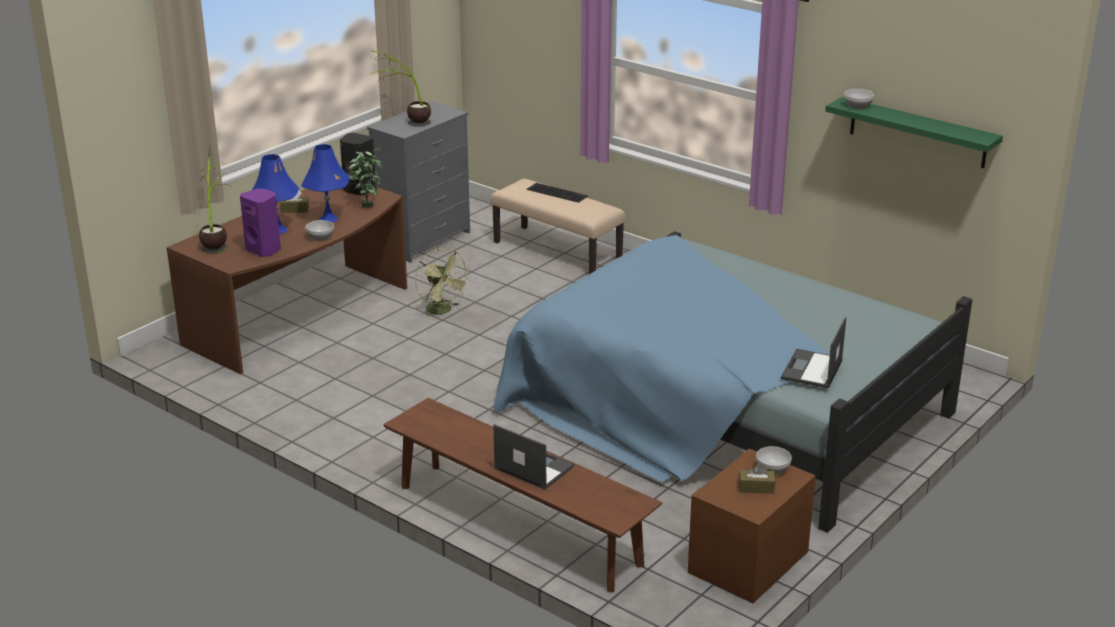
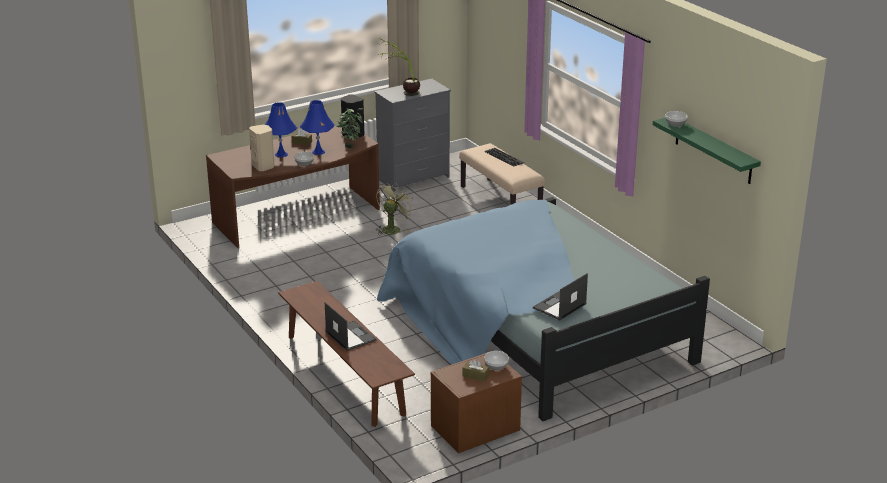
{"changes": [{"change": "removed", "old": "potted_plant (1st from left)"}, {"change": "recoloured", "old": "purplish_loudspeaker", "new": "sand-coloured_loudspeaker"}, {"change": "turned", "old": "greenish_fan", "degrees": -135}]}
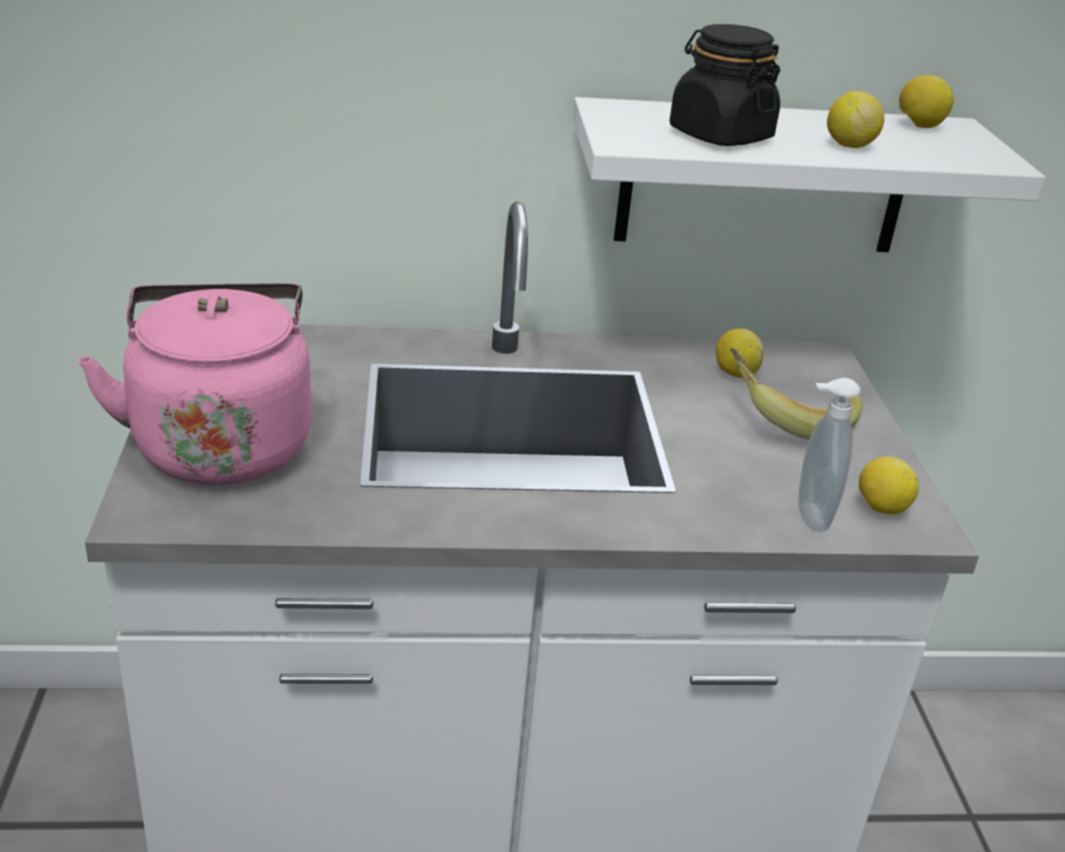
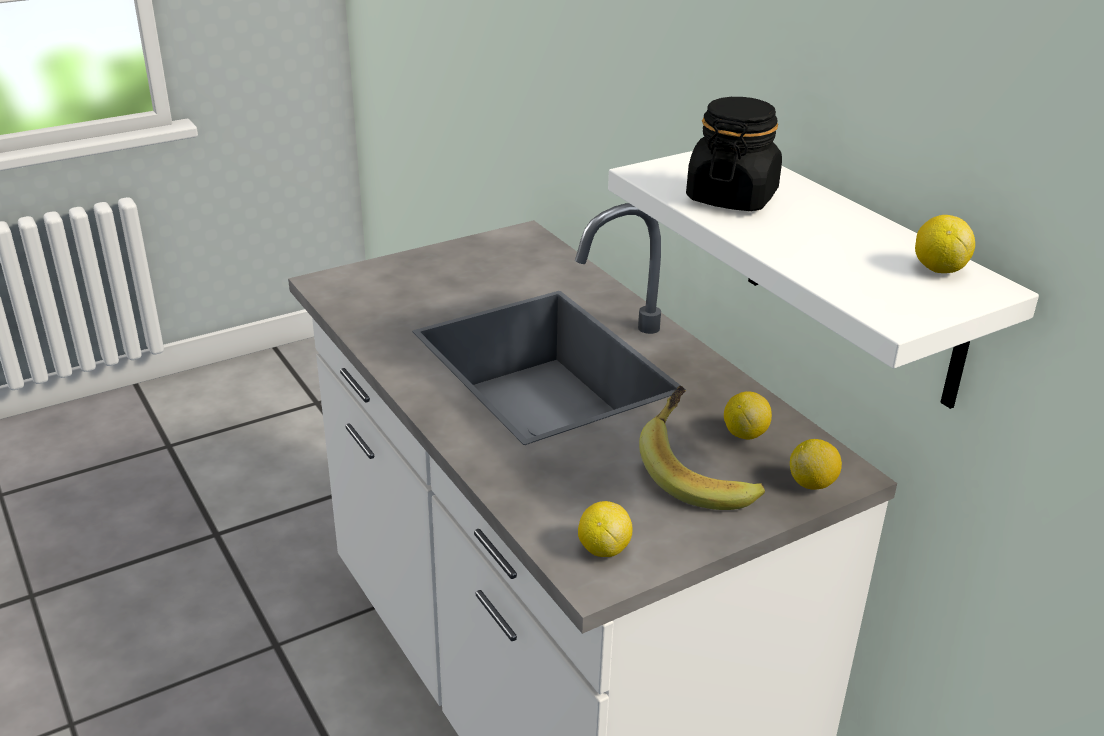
{"changes": [{"change": "removed", "old": "pinkish_tea_kettle"}, {"change": "removed", "old": "soap_dispenser"}, {"change": "moved", "old": "lemon (2nd from left in the first image)", "new": "lemon (3rd from left)"}]}
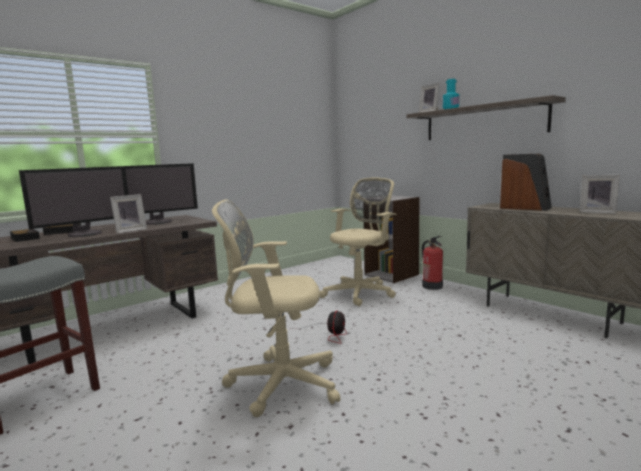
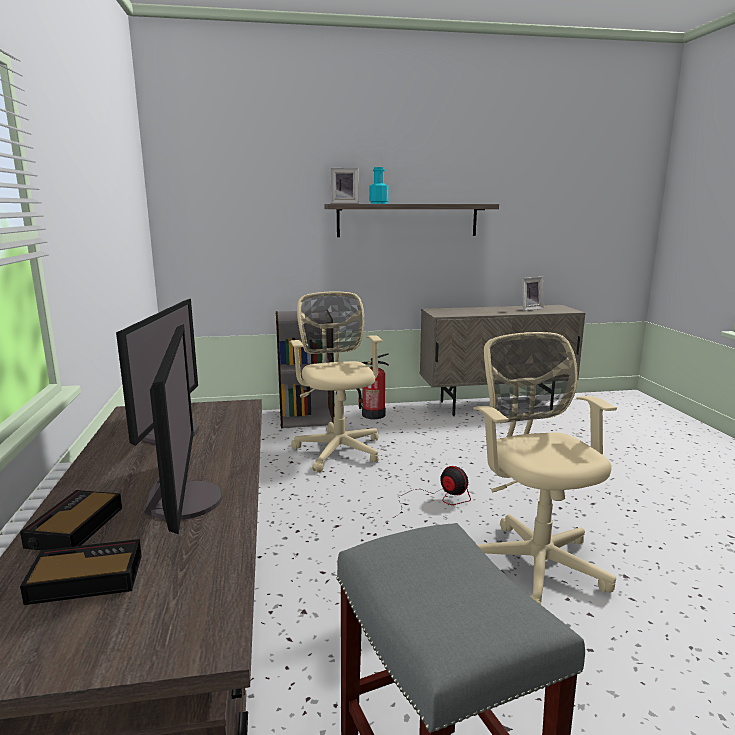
{"changes": [{"change": "removed", "old": "picture_frame (1st from left)"}, {"change": "removed", "old": "loudspeaker"}, {"change": "turned", "old": "sand-coloured_computer_chair (1st from left in the first image)", "degrees": 135}]}
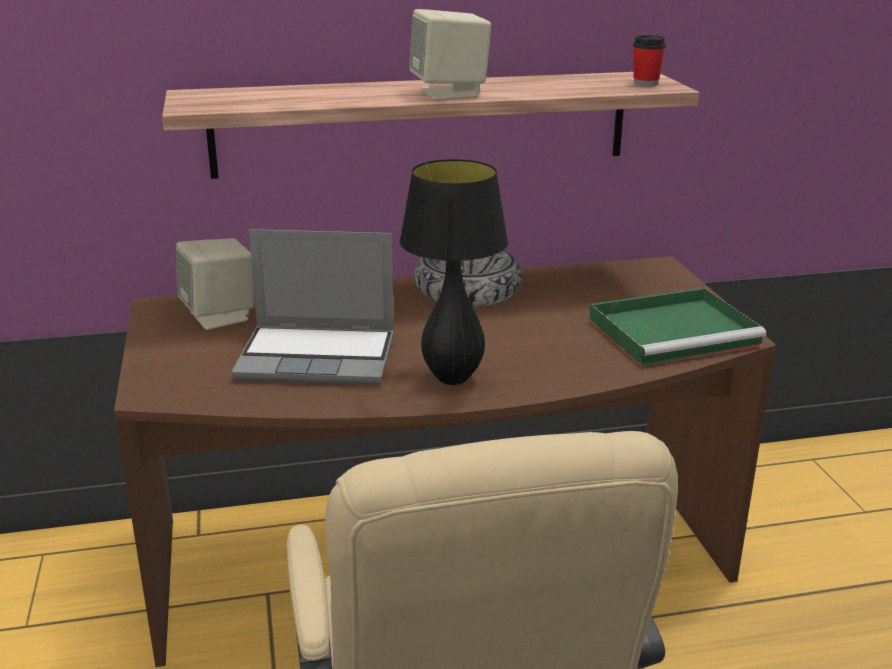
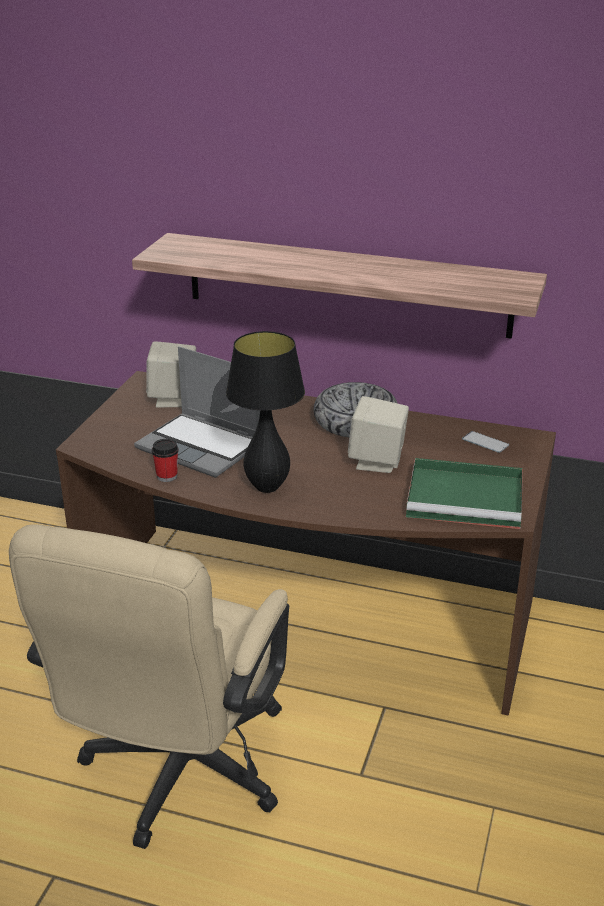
{"changes": [{"change": "added", "new": "telephone"}, {"change": "moved", "old": "sand-coloured_loudspeaker (2nd from left)"}, {"change": "moved", "old": "small_cup"}]}
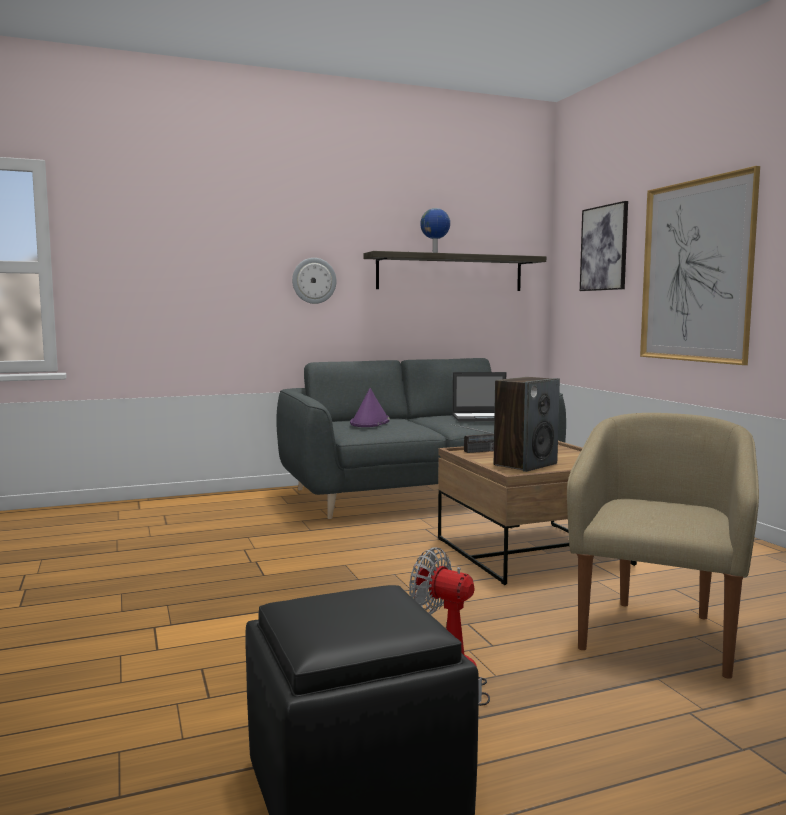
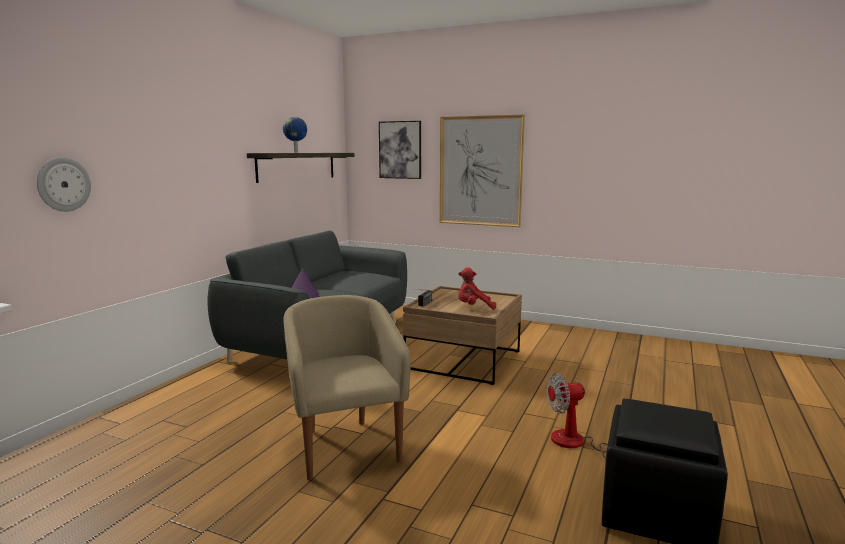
{"changes": [{"change": "removed", "old": "laptop"}, {"change": "moved", "old": "wall_clock"}, {"change": "moved", "old": "sand-coloured_armchair"}, {"change": "replaced", "old": "loudspeaker", "new": "red_plush_toy"}]}
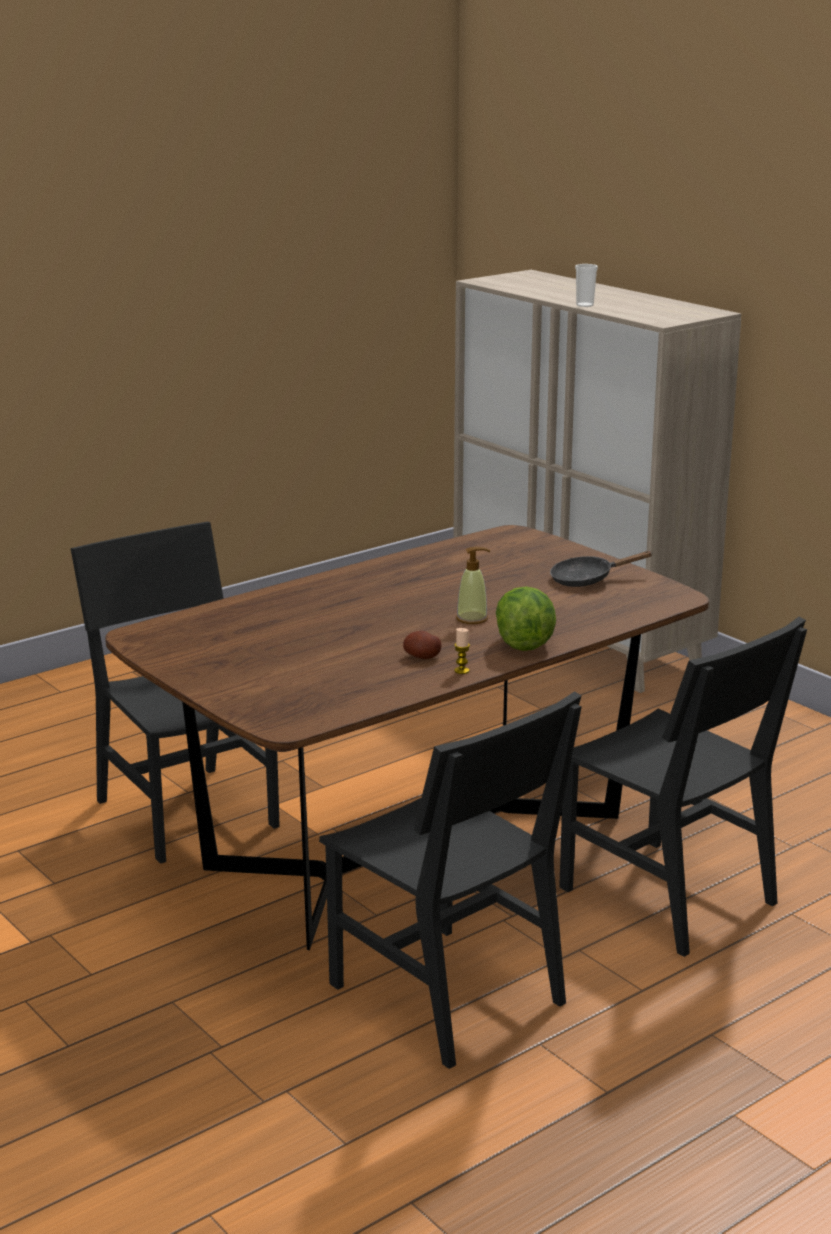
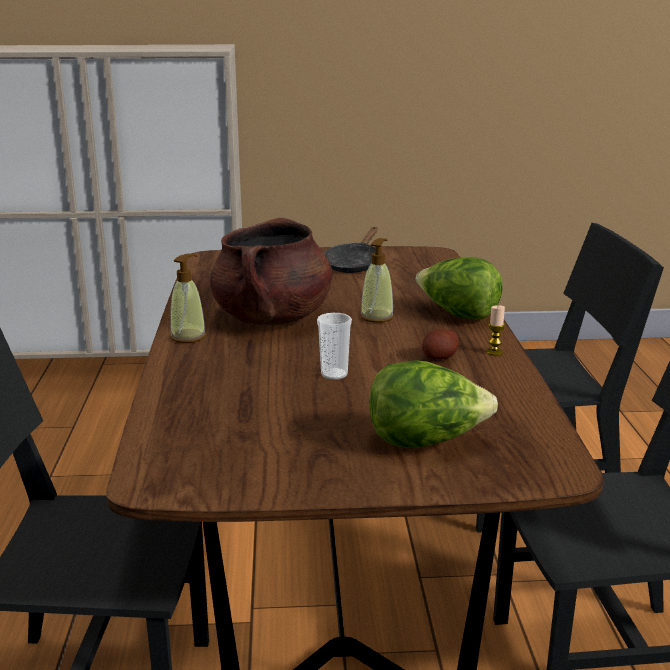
{"changes": [{"change": "added", "new": "soap_dispenser (1st from left)"}, {"change": "added", "new": "brown_stockpot"}, {"change": "added", "new": "head_of_lettuce (1st from left)"}, {"change": "moved", "old": "small_cup"}]}
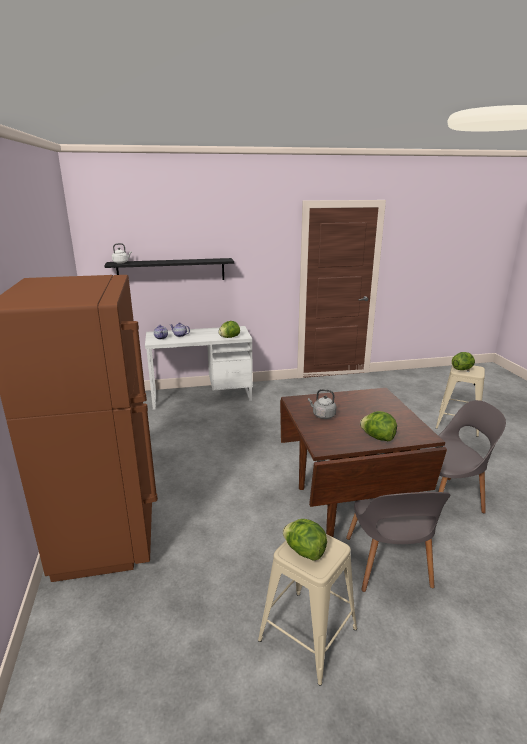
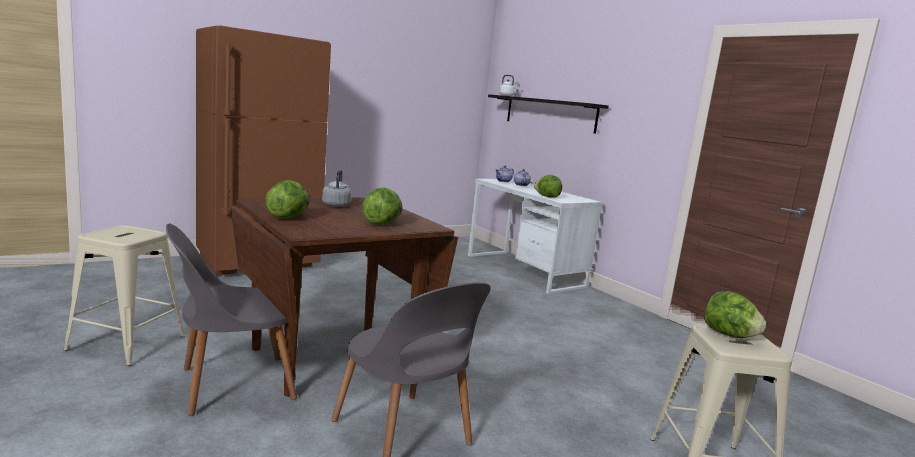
{"changes": [{"change": "moved", "old": "head_of_lettuce (2nd from left)"}]}
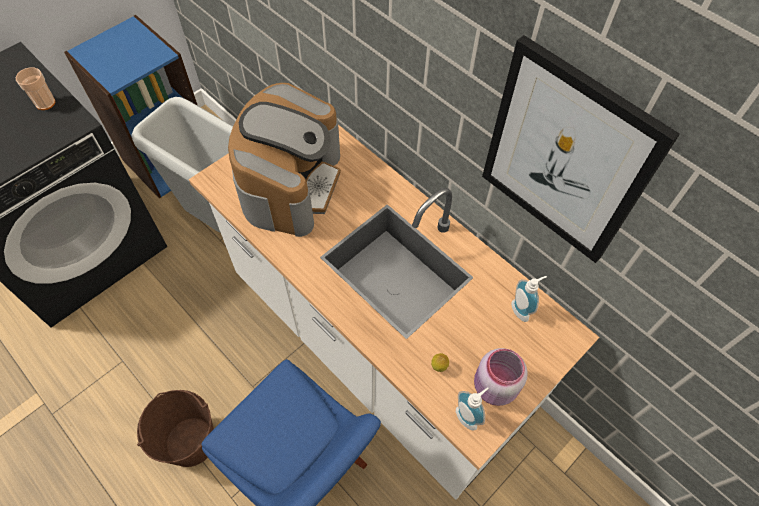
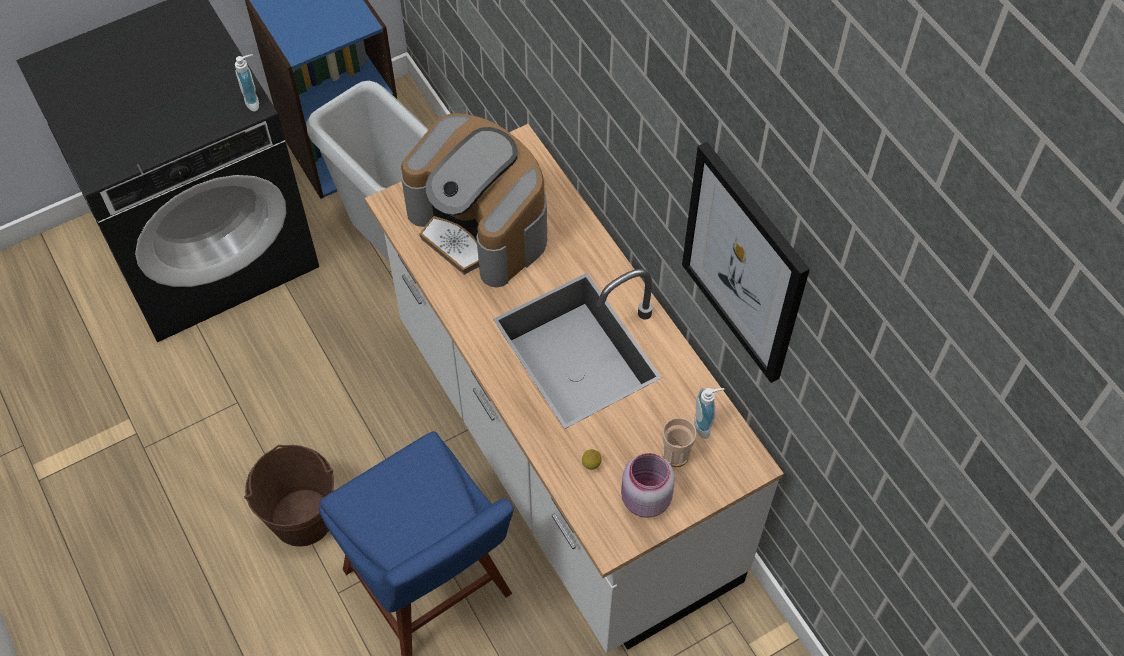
{"changes": [{"change": "moved", "old": "small_cup"}, {"change": "moved", "old": "soap_dispenser (1st from left)"}, {"change": "turned", "old": "coffee_maker", "degrees": 105}]}
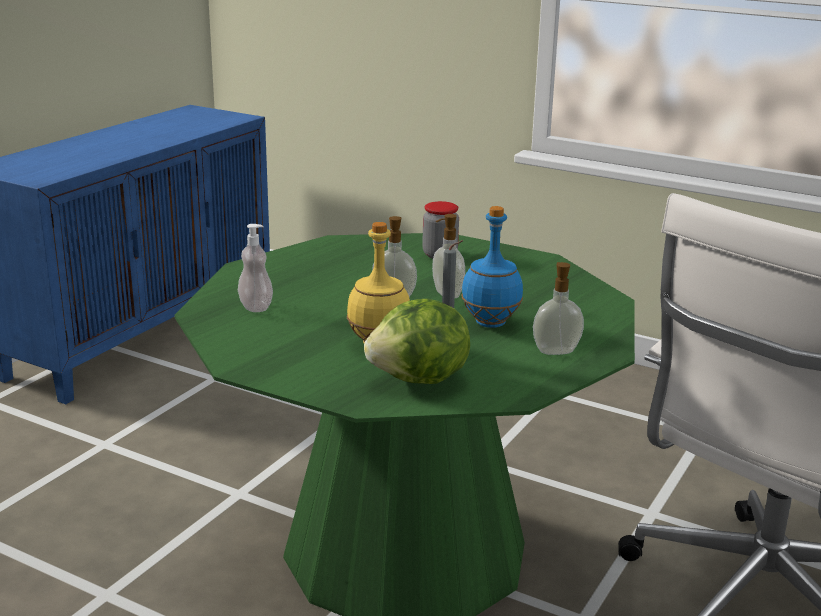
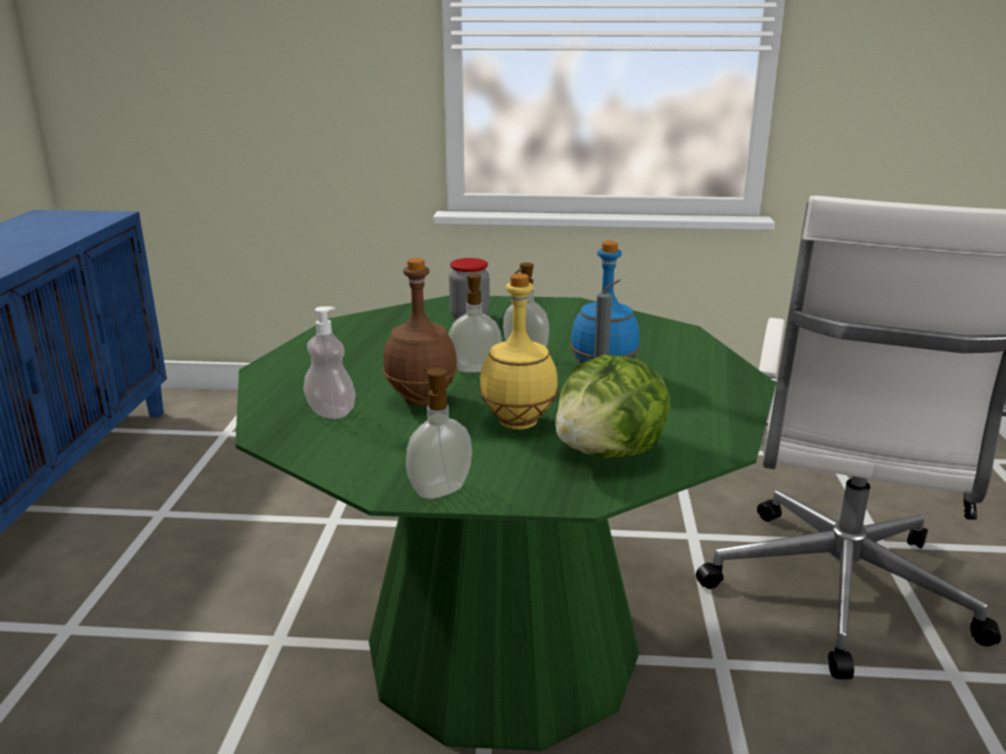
{"changes": [{"change": "added", "new": "brown_bottle"}, {"change": "moved", "old": "soap_dispenser (4th from left in the first image)", "new": "soap_dispenser (2nd from left)"}]}
